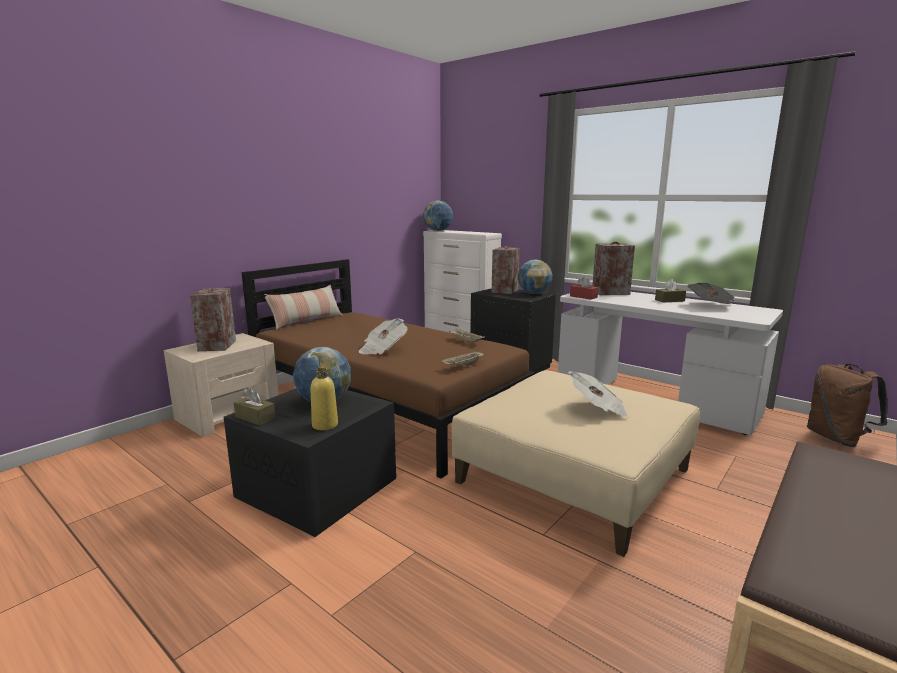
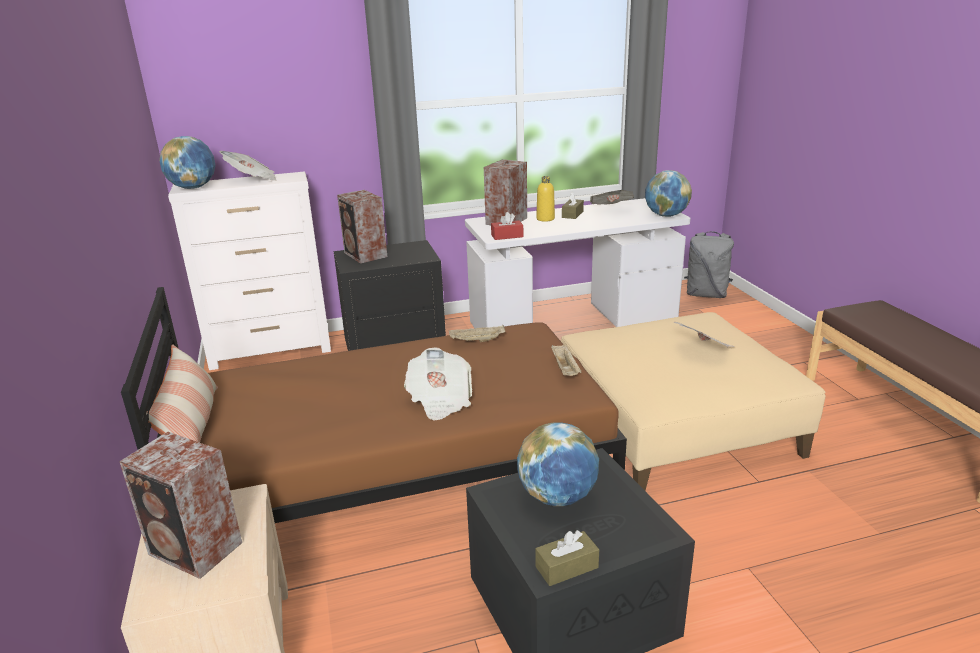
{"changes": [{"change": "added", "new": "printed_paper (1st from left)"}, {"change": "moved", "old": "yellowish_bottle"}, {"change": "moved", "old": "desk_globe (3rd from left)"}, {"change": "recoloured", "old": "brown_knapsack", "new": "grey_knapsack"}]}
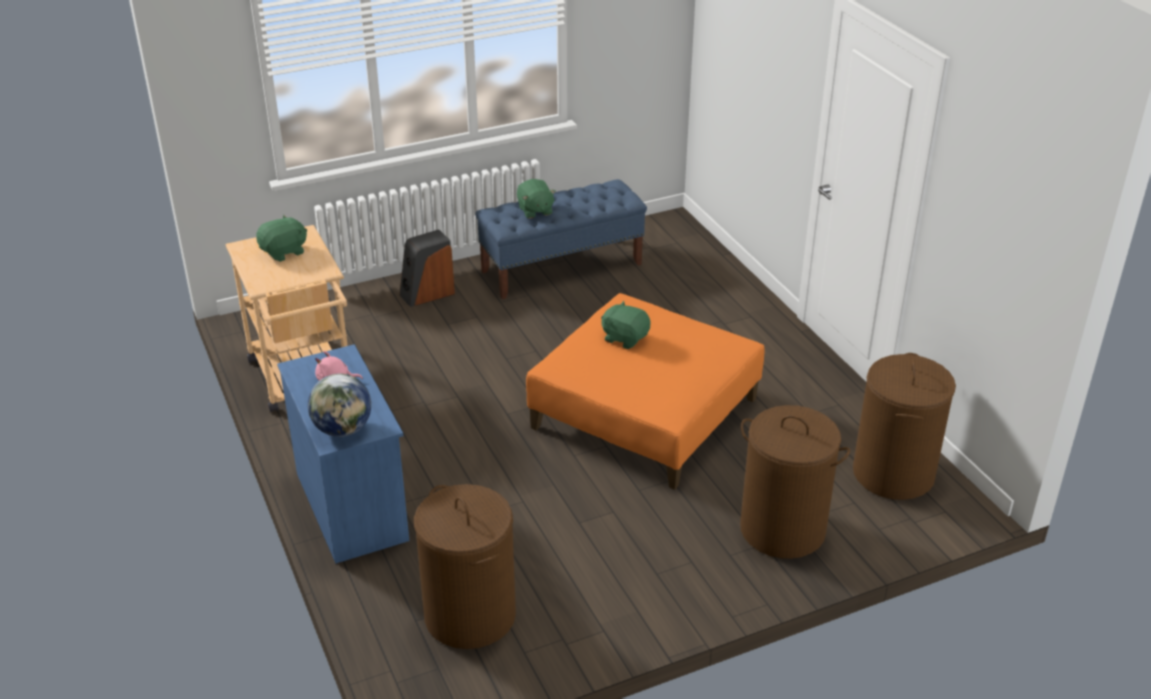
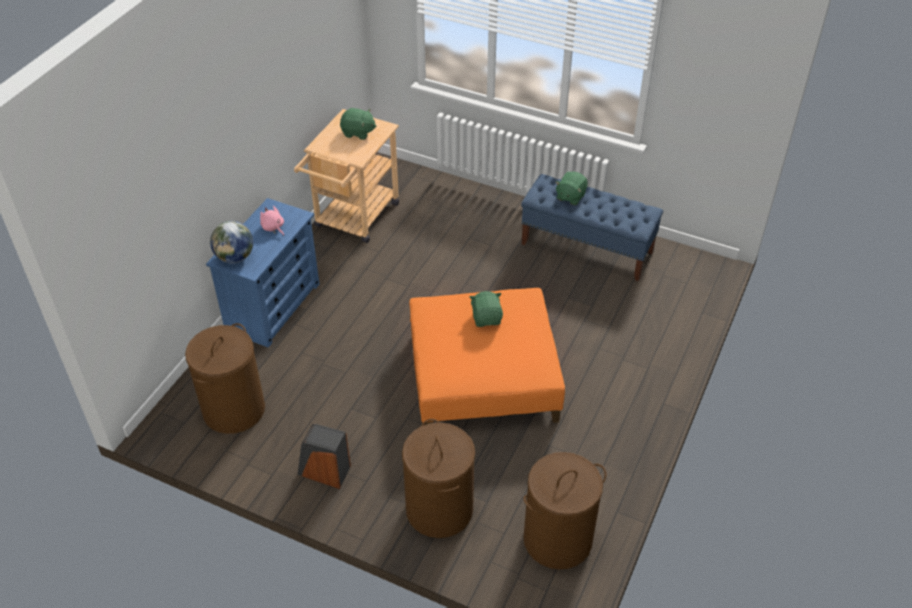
{"changes": [{"change": "moved", "old": "loudspeaker"}]}
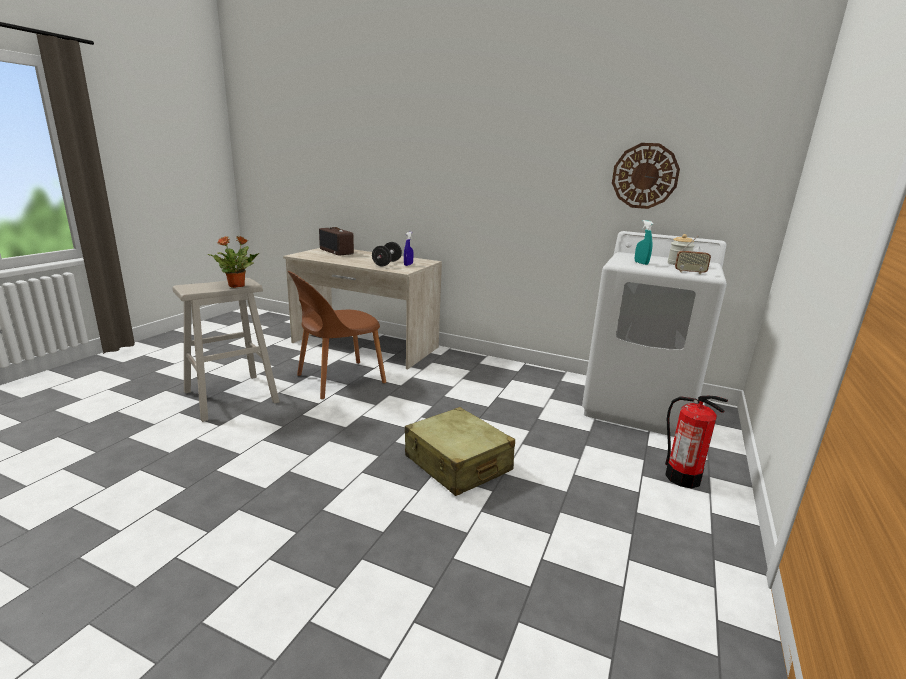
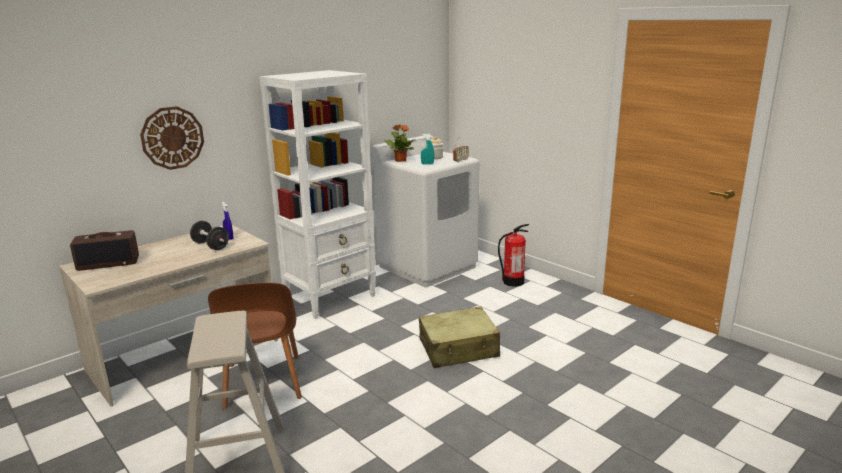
{"changes": [{"change": "added", "new": "white_bookcase"}, {"change": "moved", "old": "potted_plant"}, {"change": "moved", "old": "wall_clock"}]}
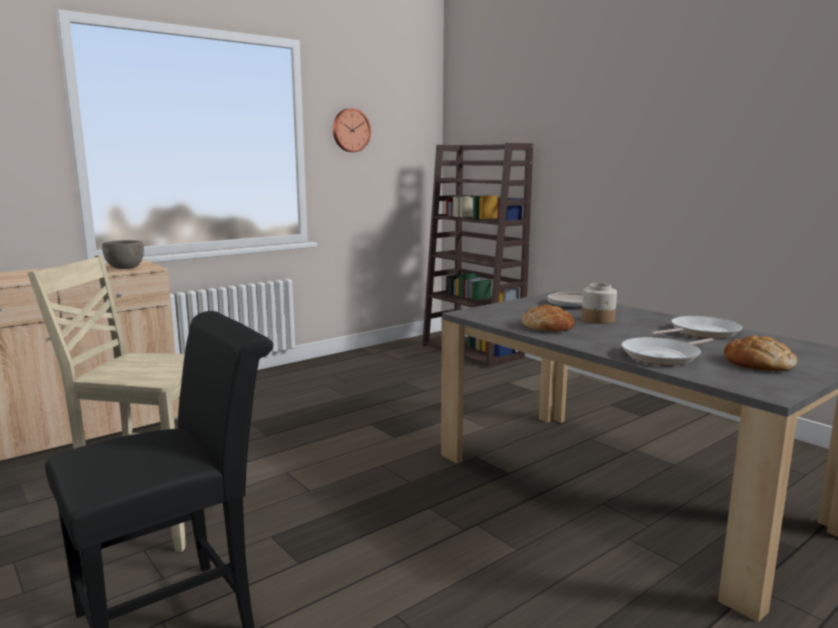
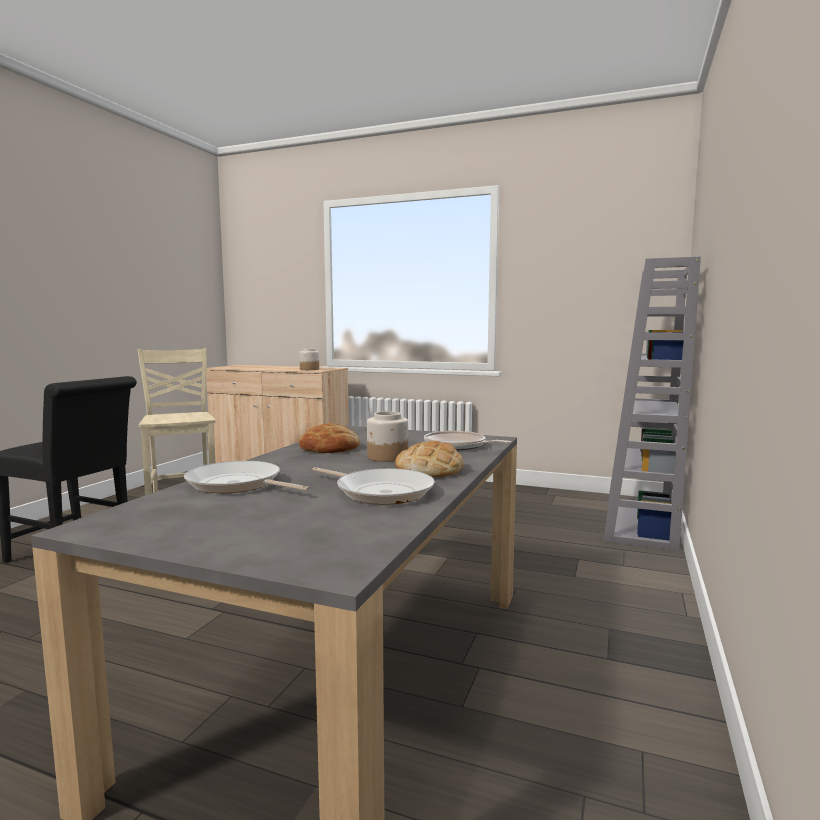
{"changes": [{"change": "removed", "old": "wall_clock"}, {"change": "moved", "old": "bakery_bread (2nd from left)"}, {"change": "replaced", "old": "grey_serving_bowl", "new": "preserve_jar (1st from left)"}, {"change": "recoloured", "old": "brown_bookcase", "new": "grey_bookcase"}]}
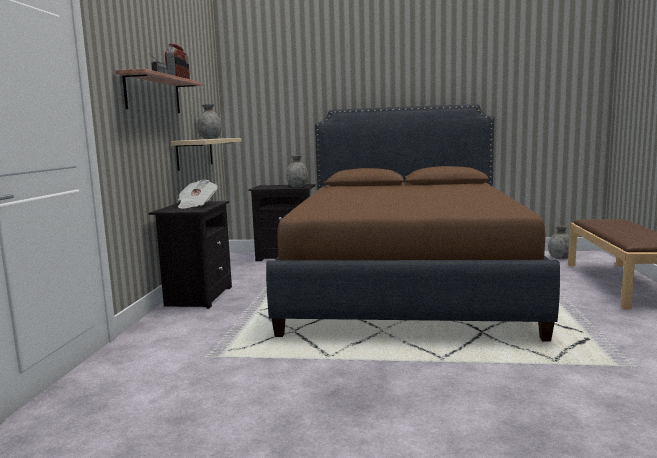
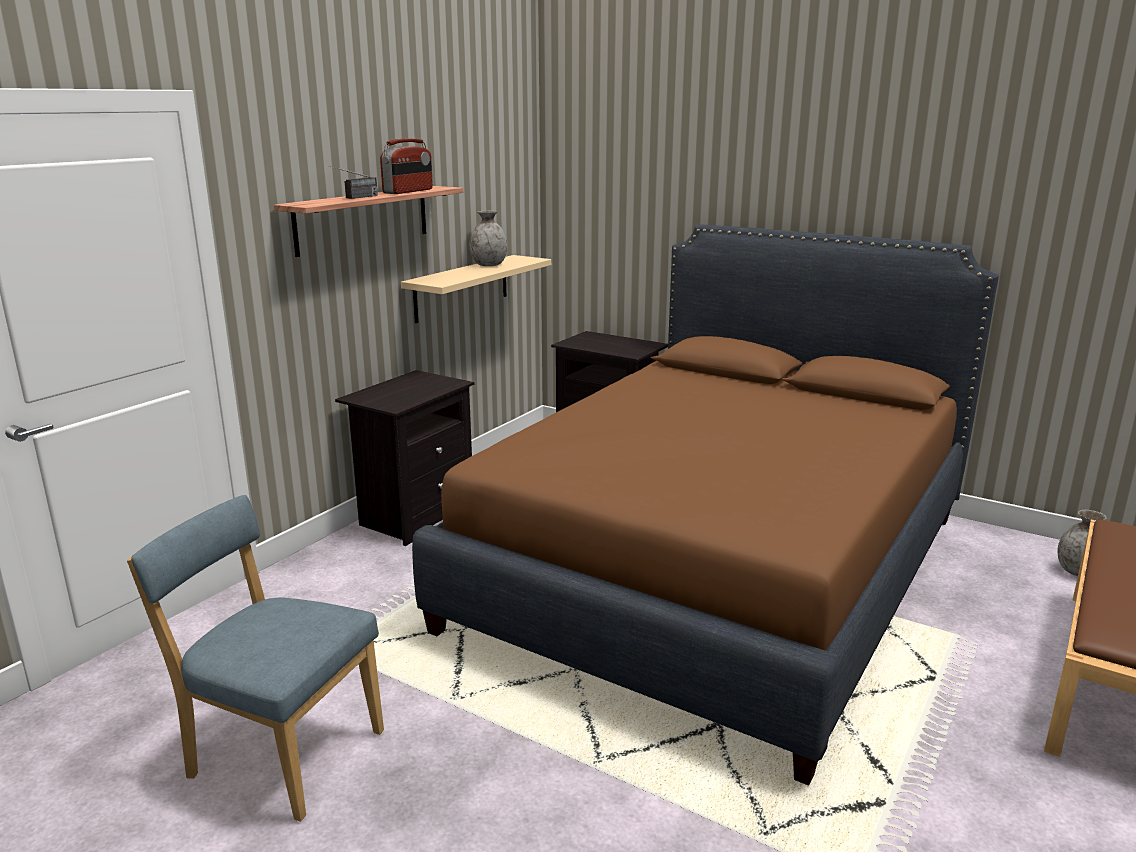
{"changes": [{"change": "removed", "old": "printed_paper"}, {"change": "removed", "old": "grey_vase (2nd from left)"}, {"change": "added", "new": "bluish_chair"}]}
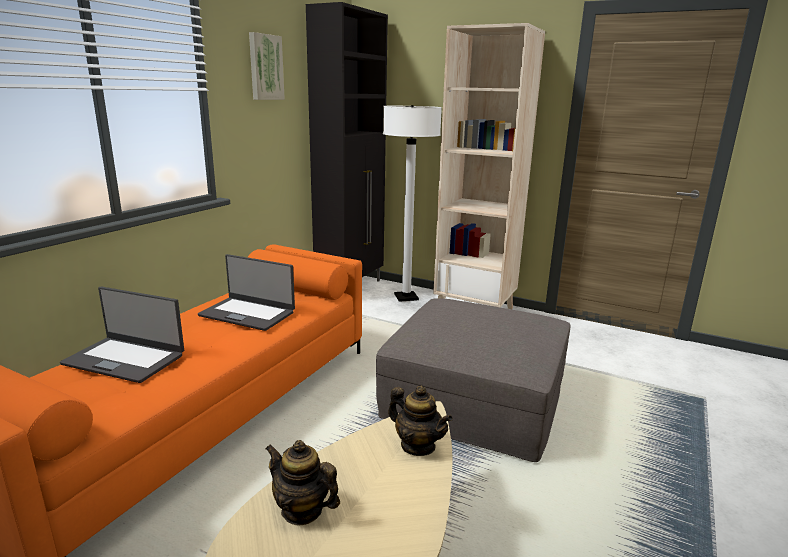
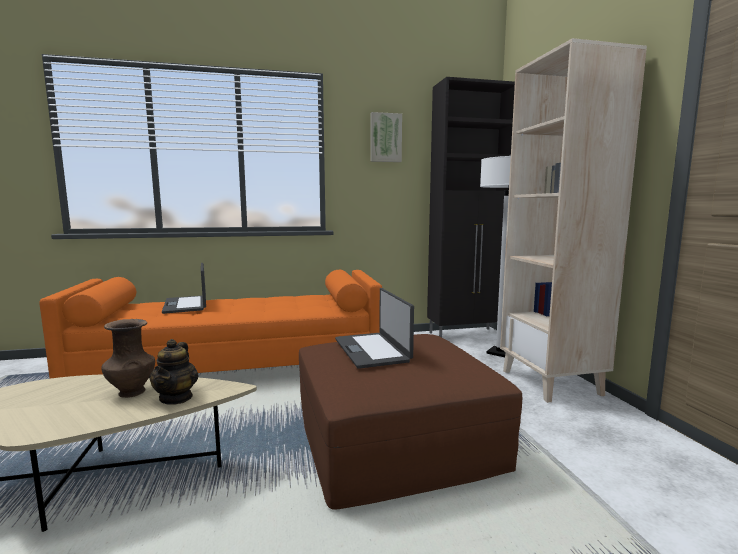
{"changes": [{"change": "removed", "old": "pot_for_tea (1st from left)"}, {"change": "added", "new": "brown_vase"}, {"change": "moved", "old": "laptop (2nd from left)"}, {"change": "recoloured", "old": "grey_footrest", "new": "brown_footrest"}]}
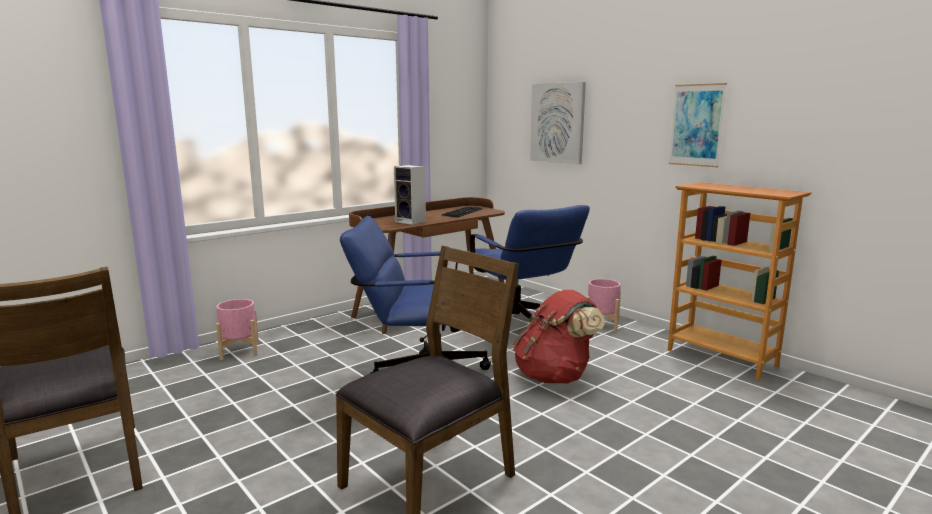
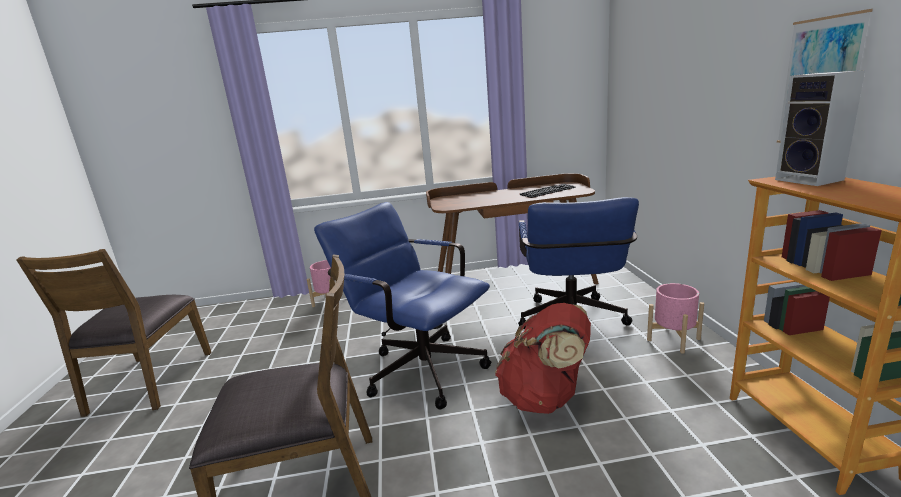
{"changes": [{"change": "removed", "old": "picture (1st from left)"}, {"change": "moved", "old": "loudspeaker"}]}
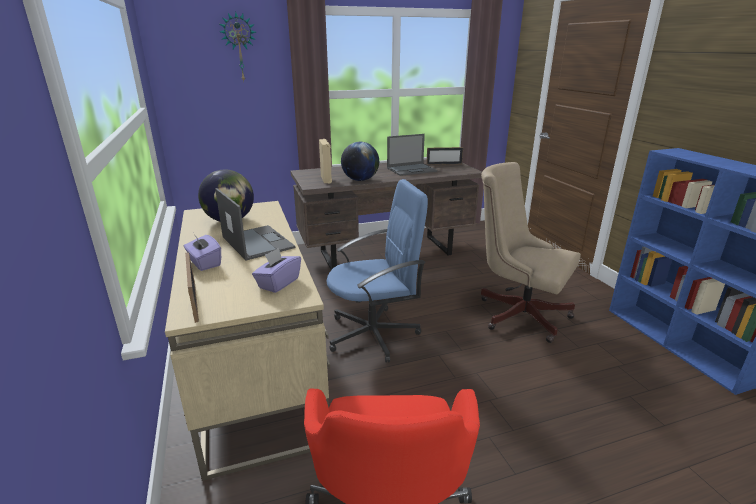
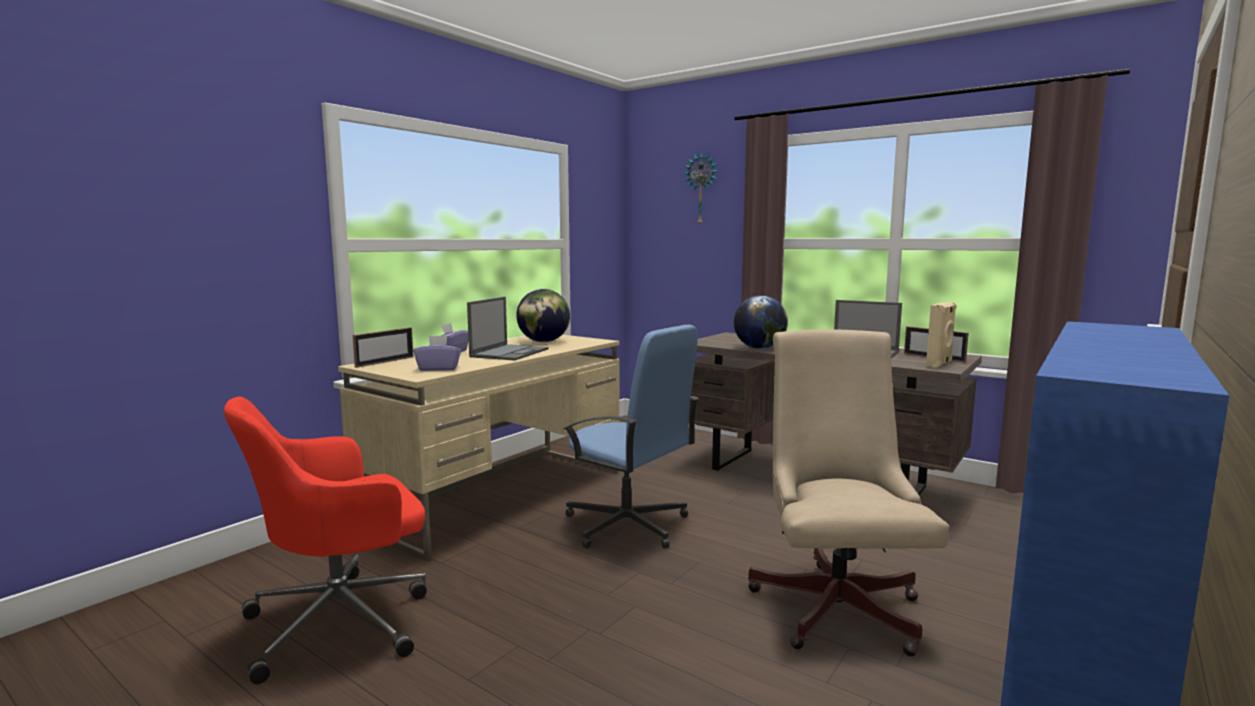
{"changes": [{"change": "moved", "old": "sand-coloured_loudspeaker"}]}
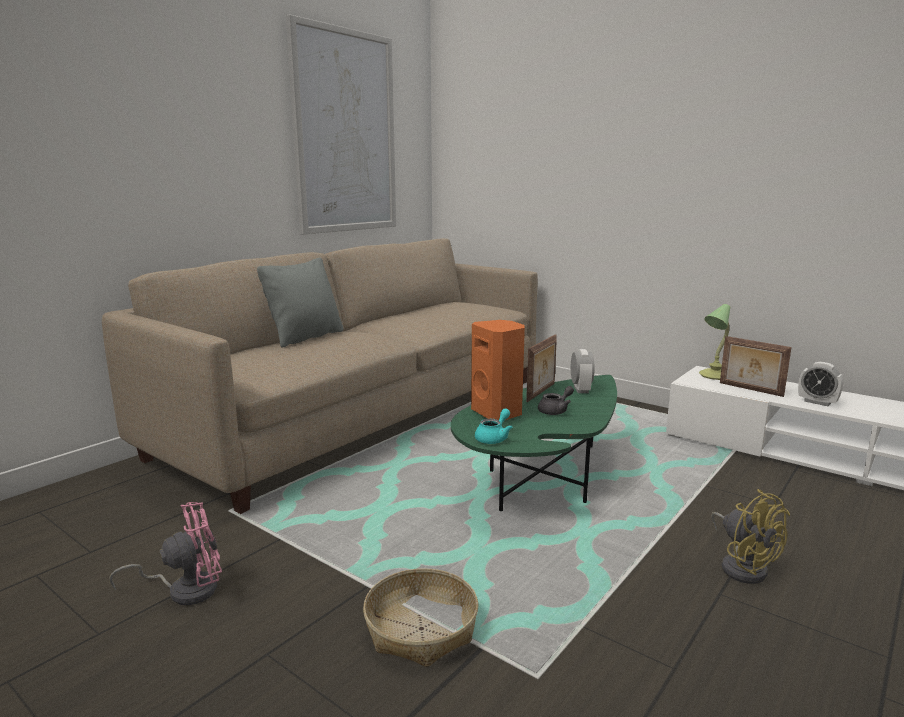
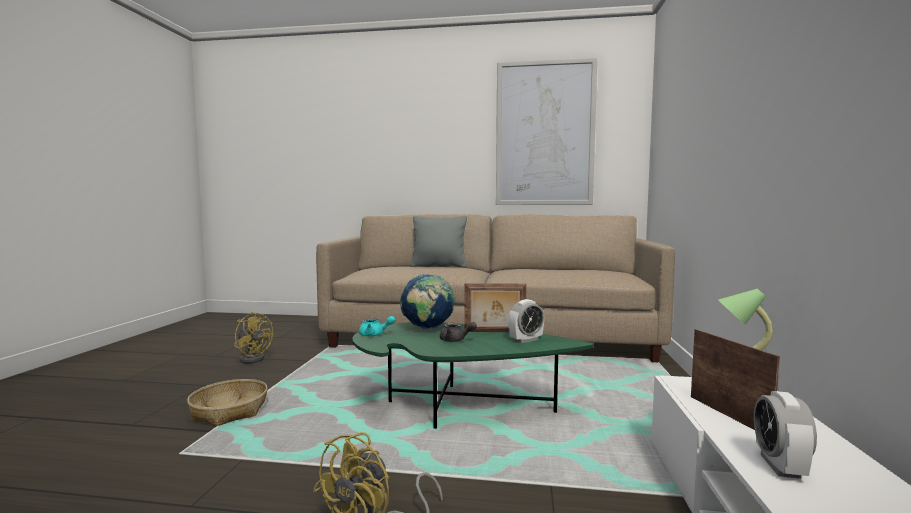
{"changes": [{"change": "replaced", "old": "orangey_loudspeaker", "new": "desk_globe"}, {"change": "recoloured", "old": "pinkish_fan", "new": "yellowish_fan (1st from left)"}, {"change": "turned", "old": "picture_frame (2nd from left)", "degrees": 150}]}
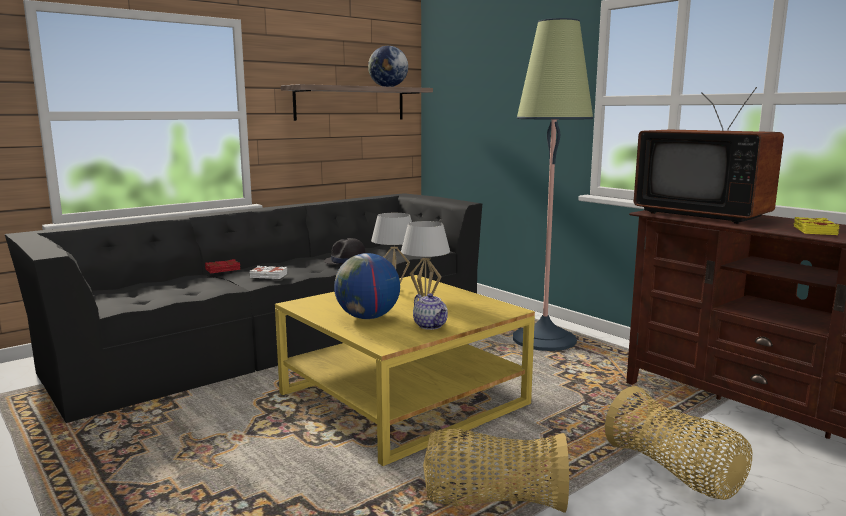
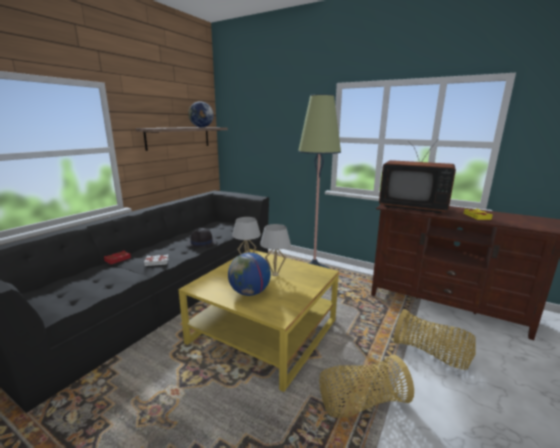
{"changes": [{"change": "removed", "old": "pot_for_tea"}]}
